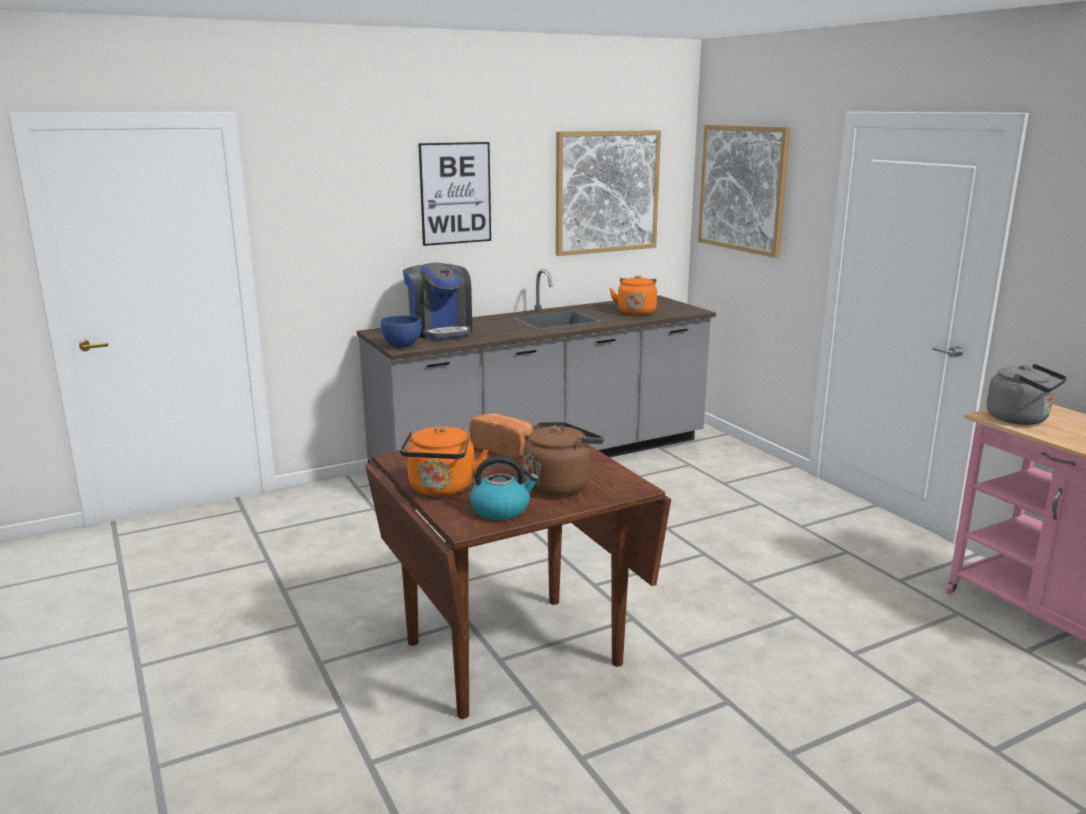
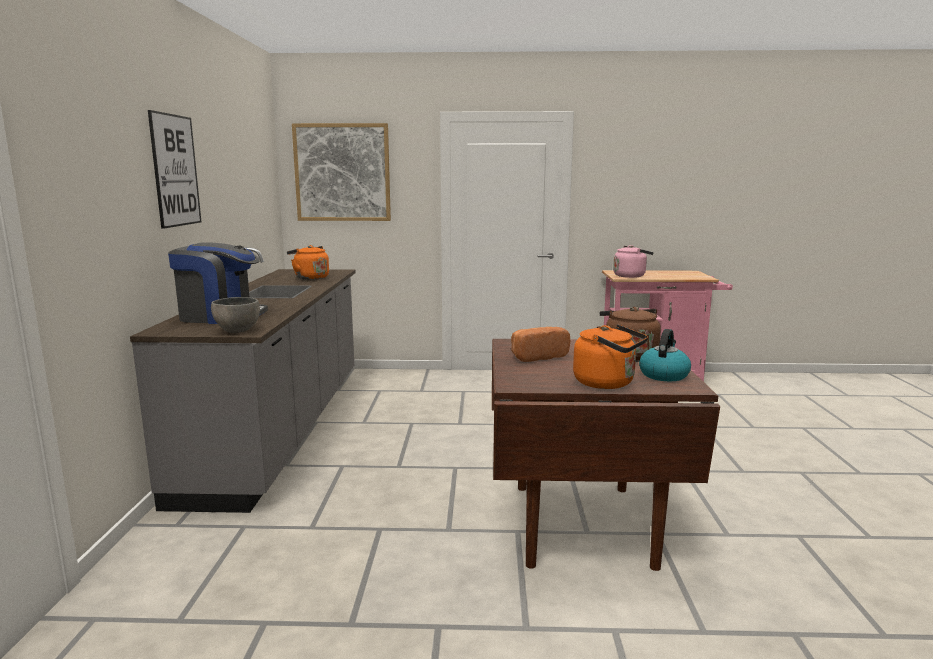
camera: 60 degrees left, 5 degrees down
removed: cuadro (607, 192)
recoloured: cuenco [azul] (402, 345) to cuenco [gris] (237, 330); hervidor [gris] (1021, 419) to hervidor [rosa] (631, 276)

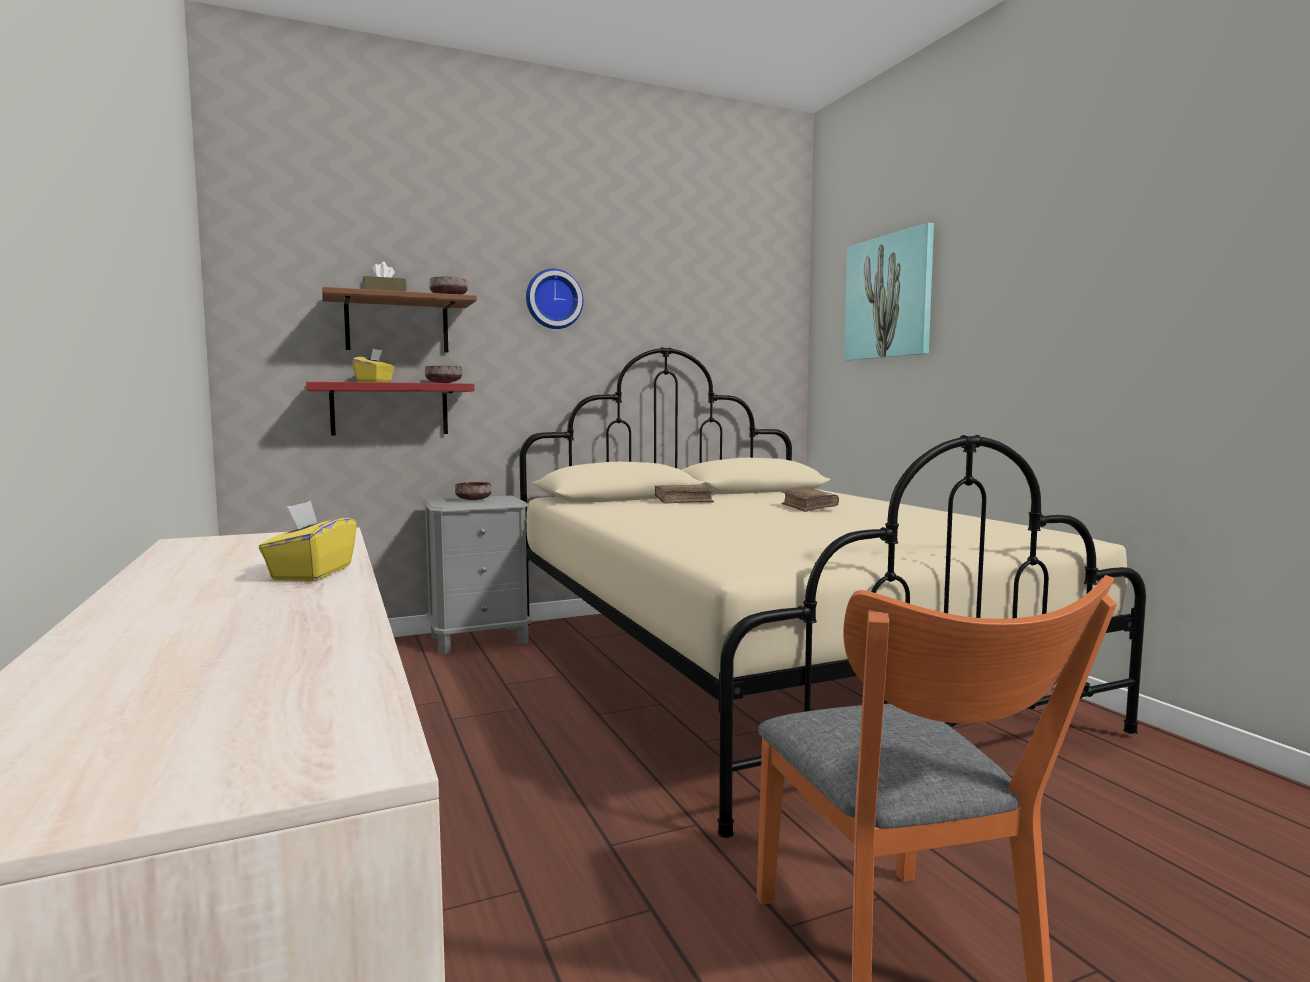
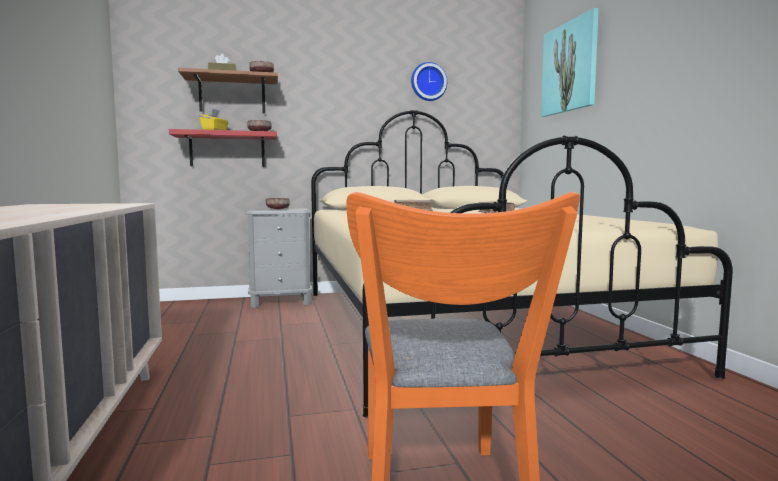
camera: 10 degrees right, 0 degrees up
removed: caja de pañuelos [amarillo] (311, 573)
moved: reloj de pared (553, 299) to (428, 82)

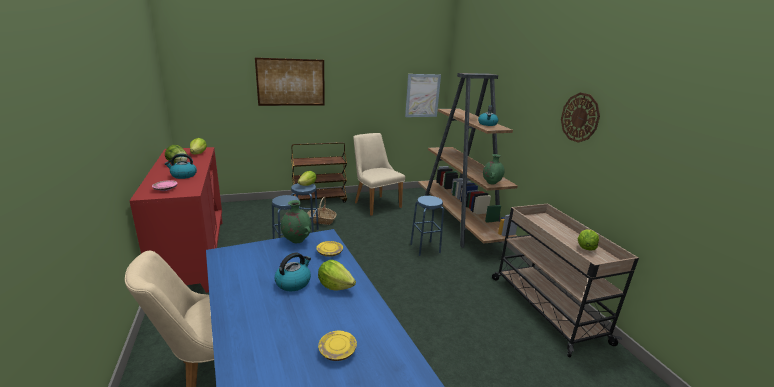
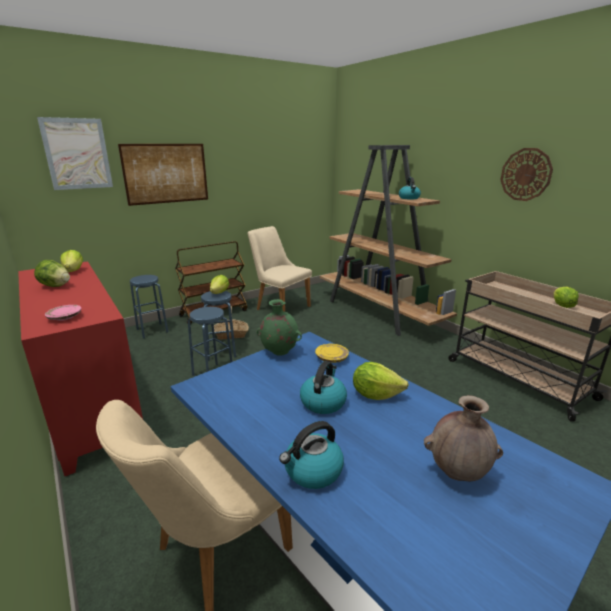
camera: 15 degrees left, 0 degrees up
removed: florero [verde] (491, 183)
moved: hervidor (183, 175) to (312, 471); cuadro (422, 95) to (77, 154); taburete [azul] (425, 248) to (152, 330)
replaced: plato [amarillo] (337, 351) to florero [marrón] (458, 473)

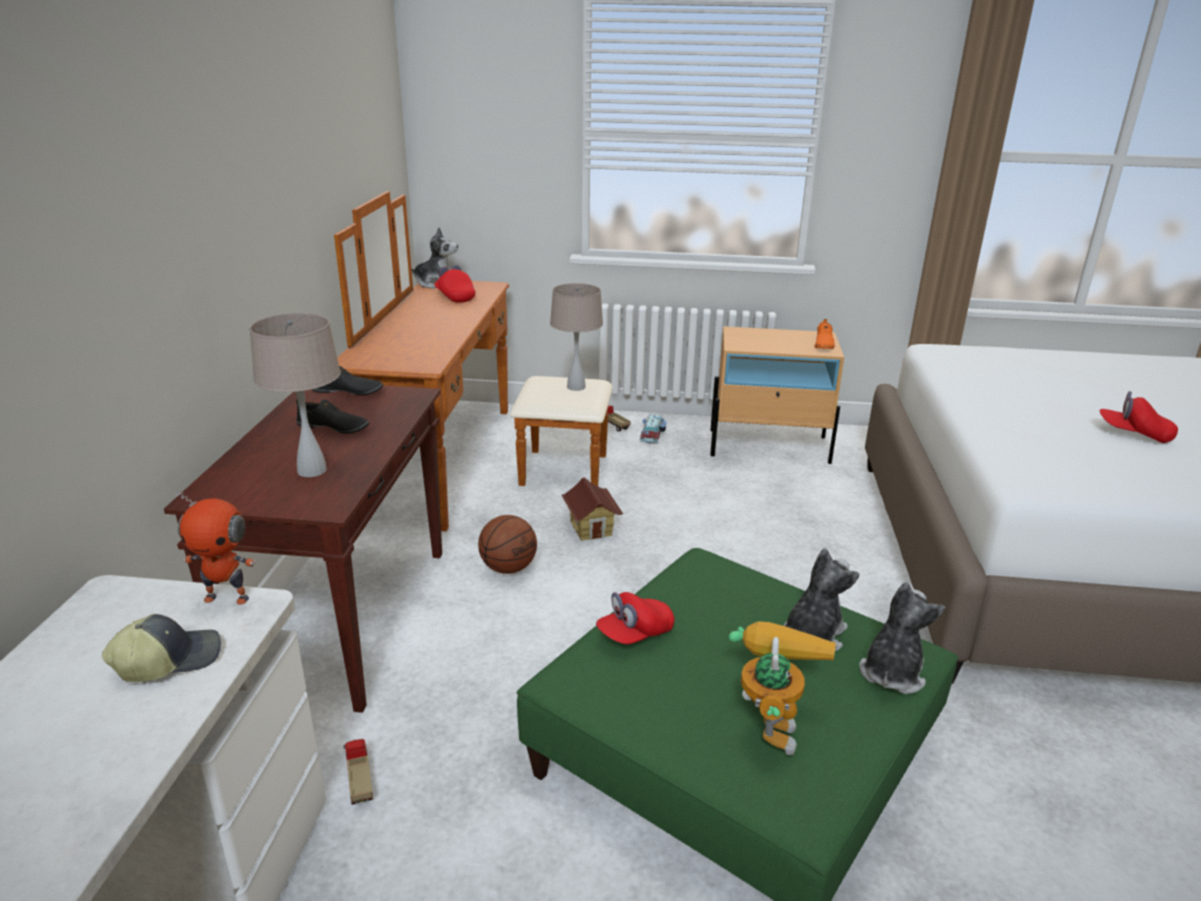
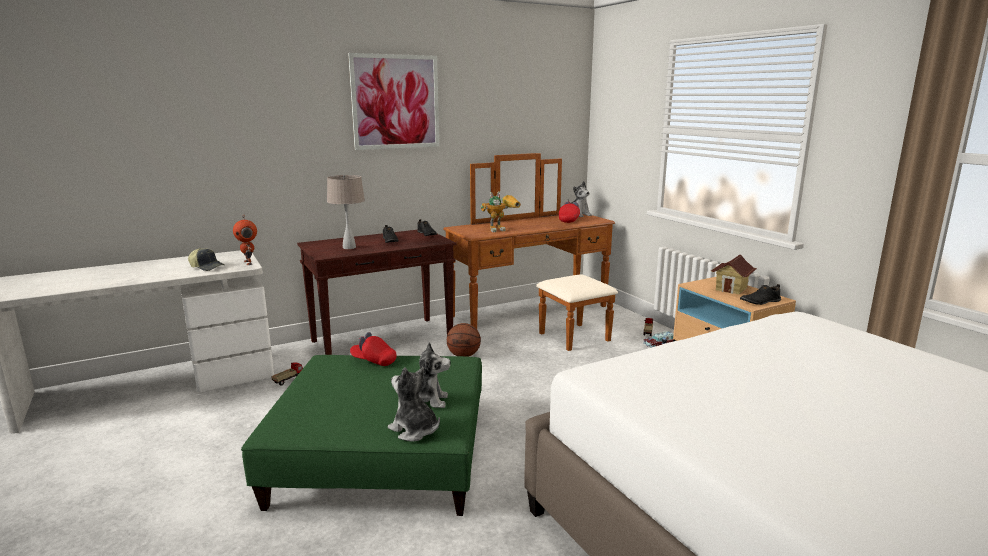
camera: 55 degrees right, 10 degrees down
removed: lámpara de mesa [beis] (576, 387); gorra [rojo] (1133, 434)
added: cuadro (395, 102)
moved: casita (591, 528) to (731, 289); robot de juguete (769, 722) to (501, 229)
recoloured: zapato [naranja] (823, 344) to zapato [negro] (760, 301)
turned: peluche (891, 673) = (414, 430) 135 degrees counterclockwise

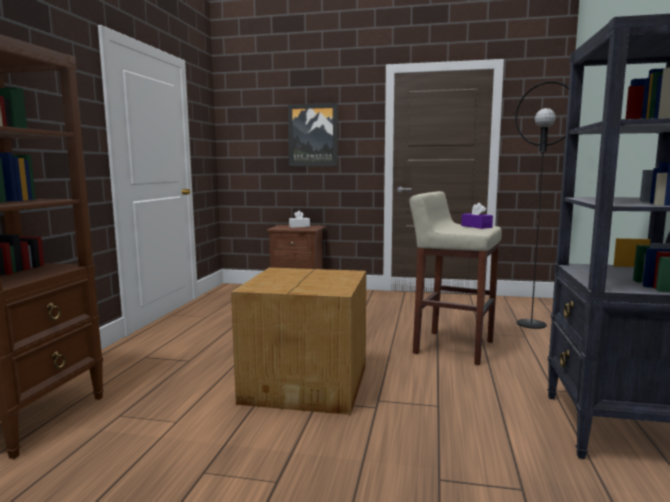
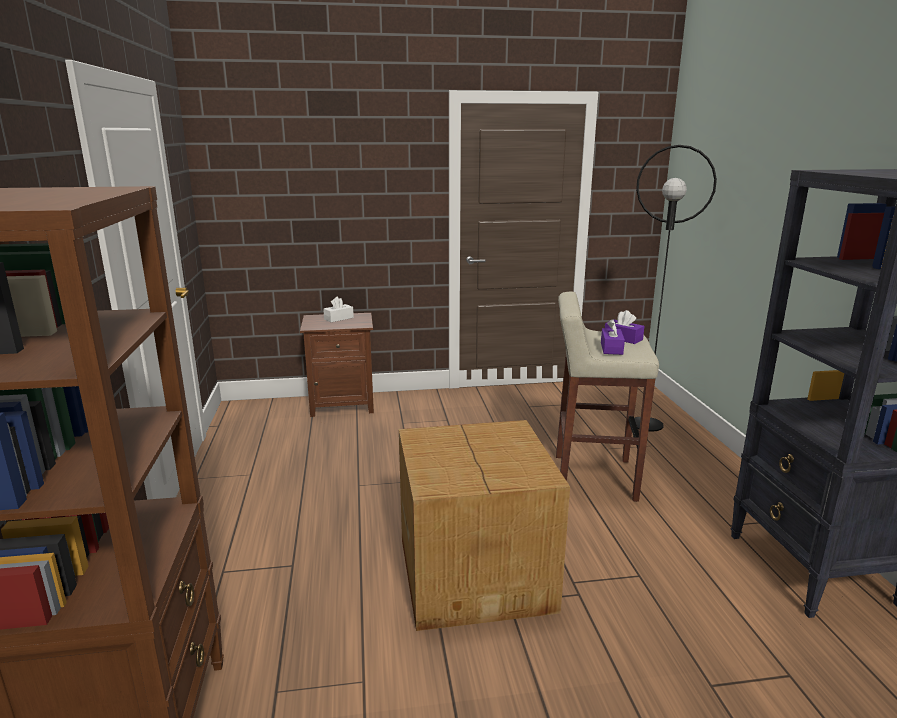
camera: 20 degrees left, 10 degrees up
removed: cuadro (313, 135)
added: caja de pañuelos [morado] (611, 348)

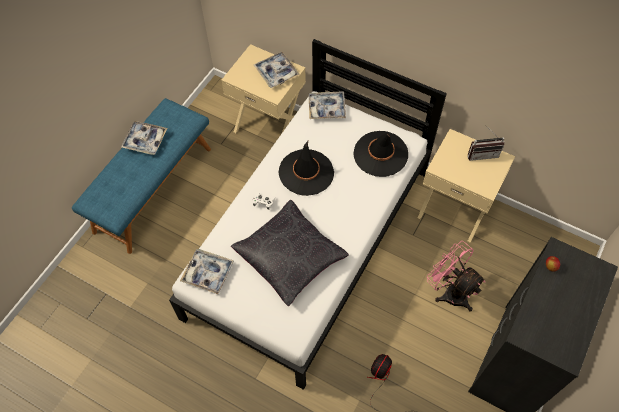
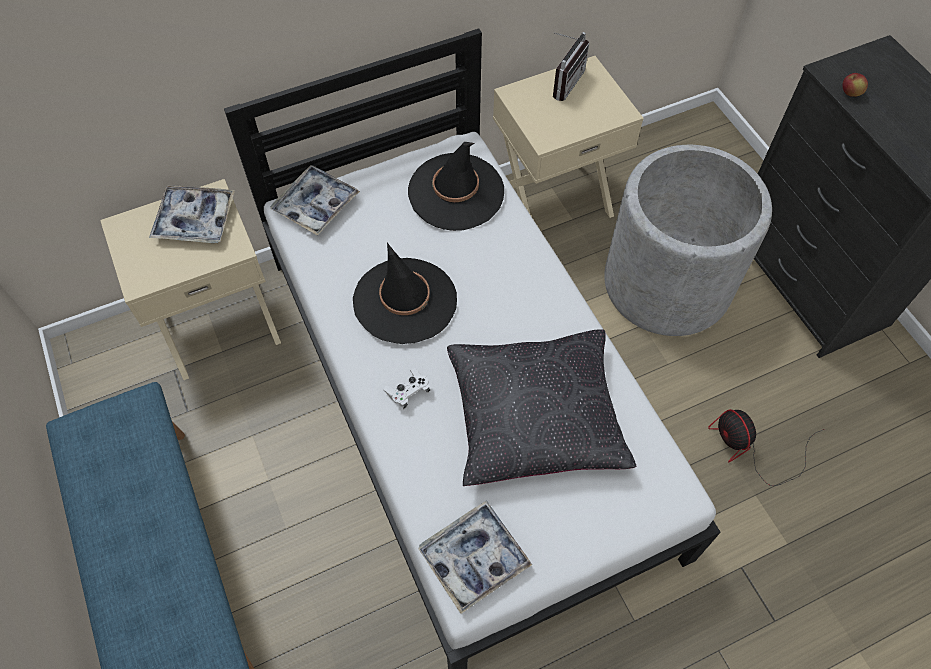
camera: 55 degrees left, 0 degrees up
removed: bandeja (145, 140)
replaced: ventilador [rosa] (450, 291) to maceta [gris] (667, 284)

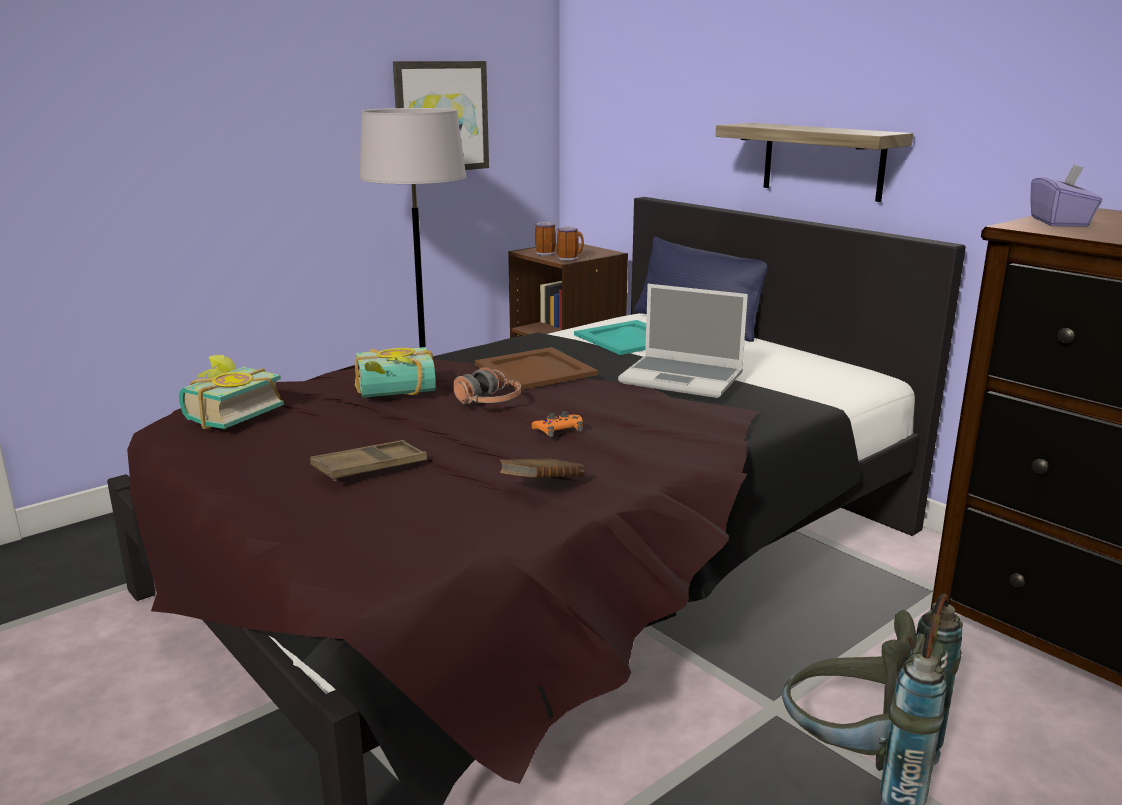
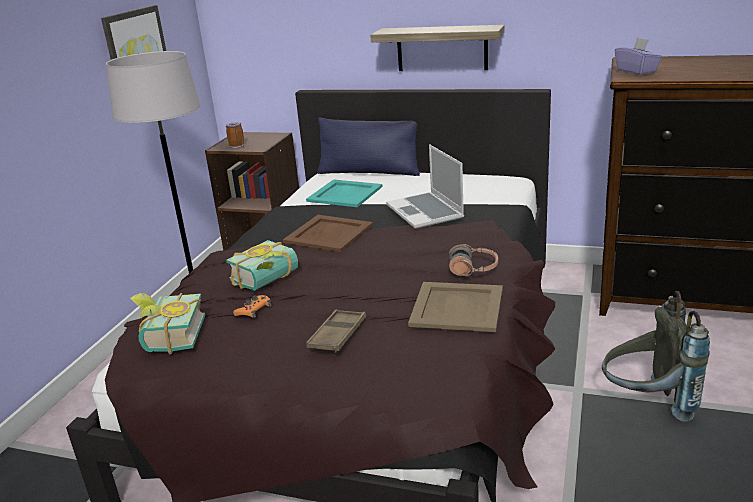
camera: 30 degrees left, 5 degrees up
removed: taza grande (569, 259)
moved: auriculares (488, 402) to (473, 269); mando de consola [naranja] (558, 430) to (254, 310)
replaced: libro [marrón] (542, 487) to bandeja [beis] (458, 307)
turned: portátil (683, 379) = (426, 212) 75 degrees clockwise

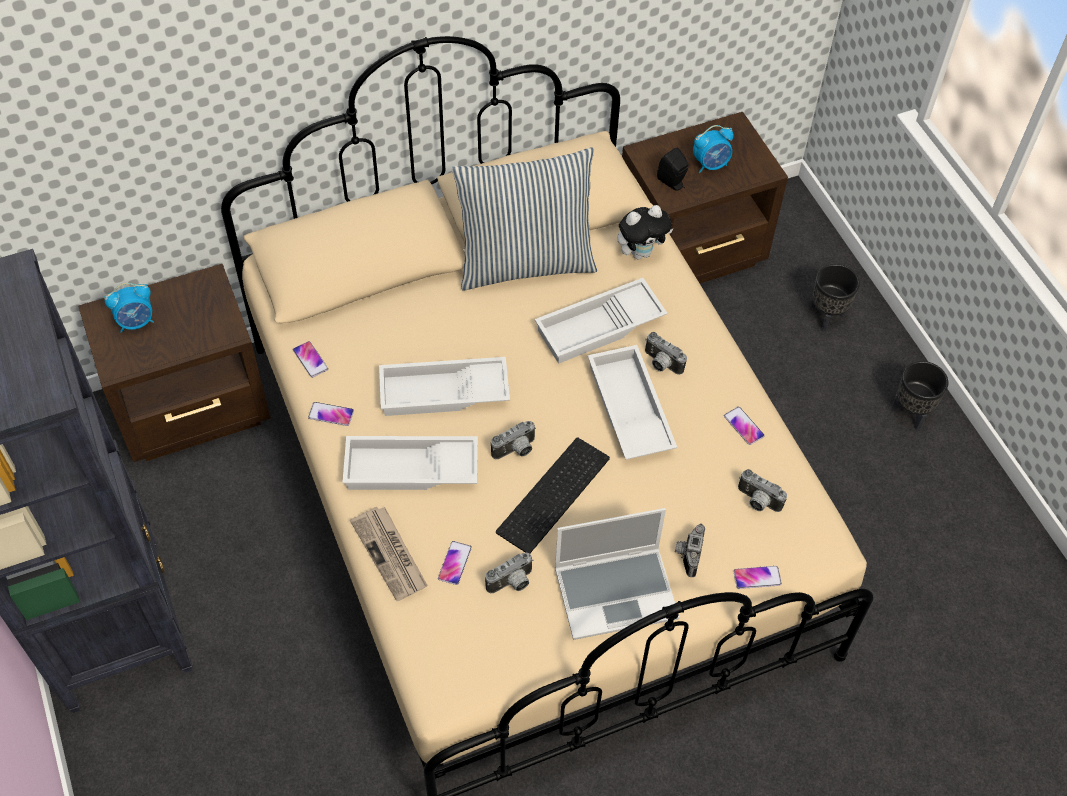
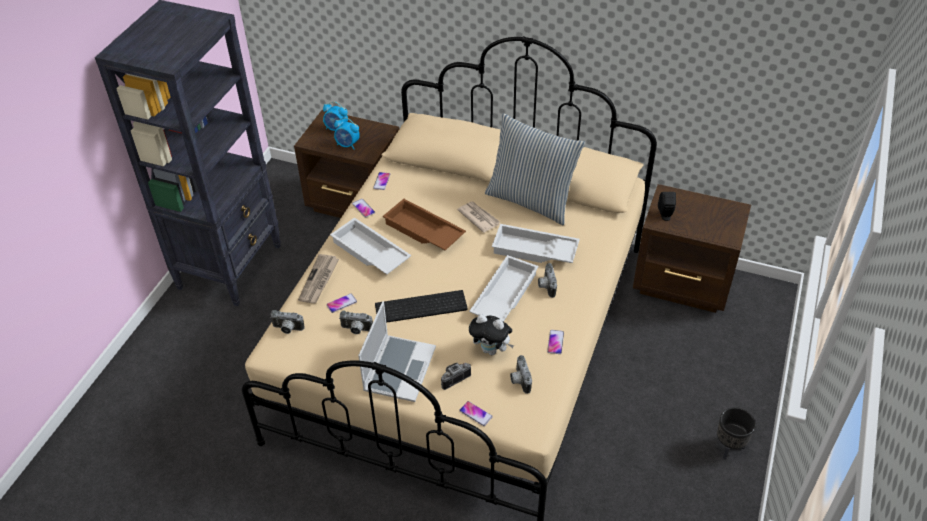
camera: 45 degrees right, 10 degrees down
removed: maceta [negro] (827, 316)
added: periódico (478, 217)
moved: cámara (516, 451) to (287, 329); peluche (641, 252) to (491, 350); despertador (711, 165) to (347, 145)
recoloured: bandeja [blanco] (443, 394) to bandeja [marrón] (422, 231)
turned: portátil (616, 592) = (399, 368) 105 degrees counterclockwise

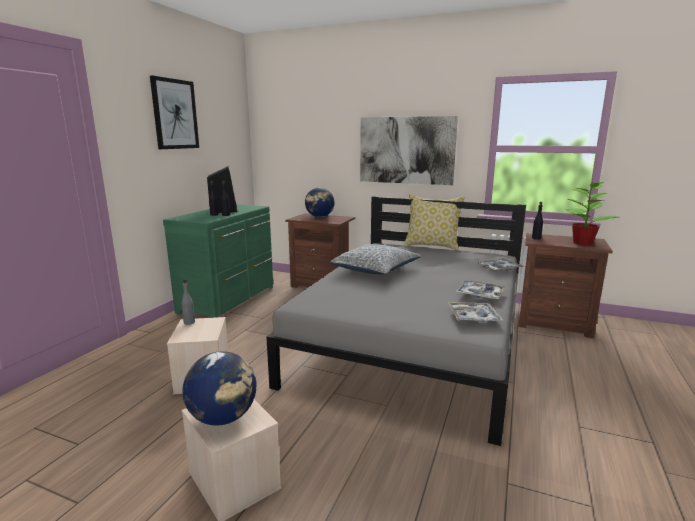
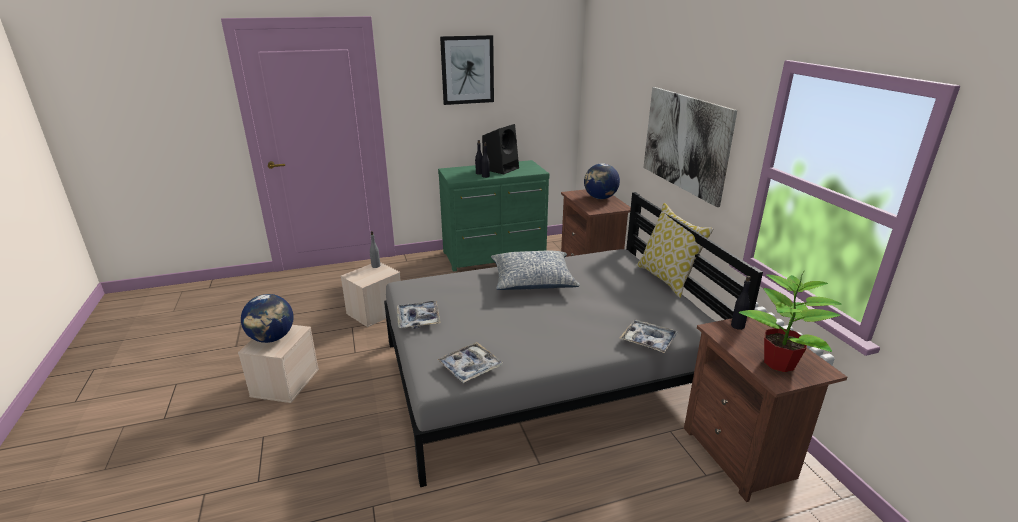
camera: 50 degrees right, 10 degrees up
moved: bandeja (480, 294) to (418, 319)

